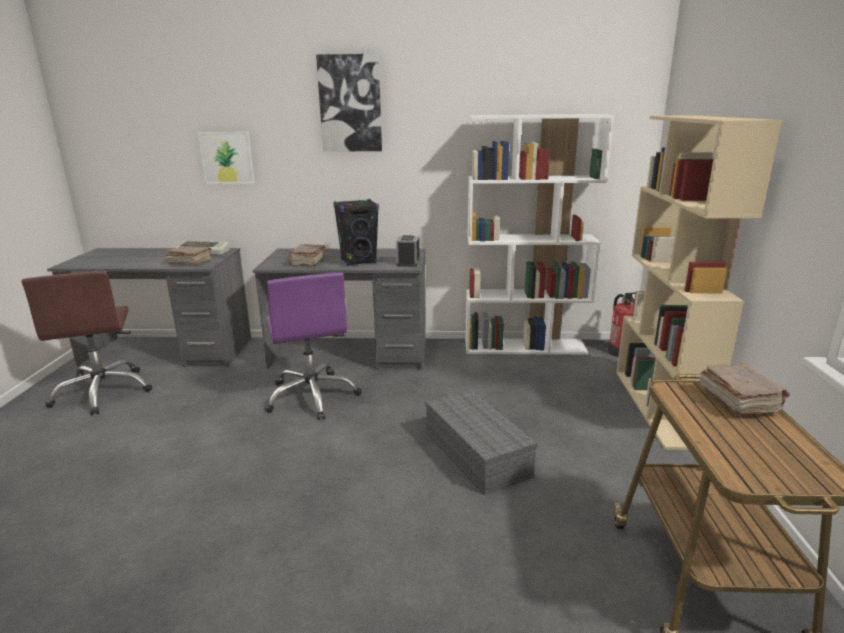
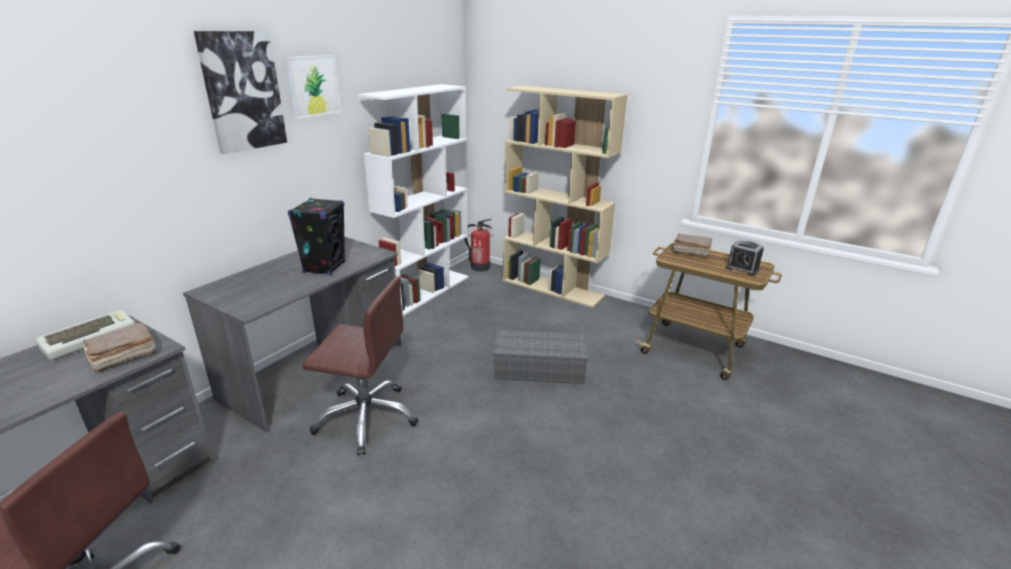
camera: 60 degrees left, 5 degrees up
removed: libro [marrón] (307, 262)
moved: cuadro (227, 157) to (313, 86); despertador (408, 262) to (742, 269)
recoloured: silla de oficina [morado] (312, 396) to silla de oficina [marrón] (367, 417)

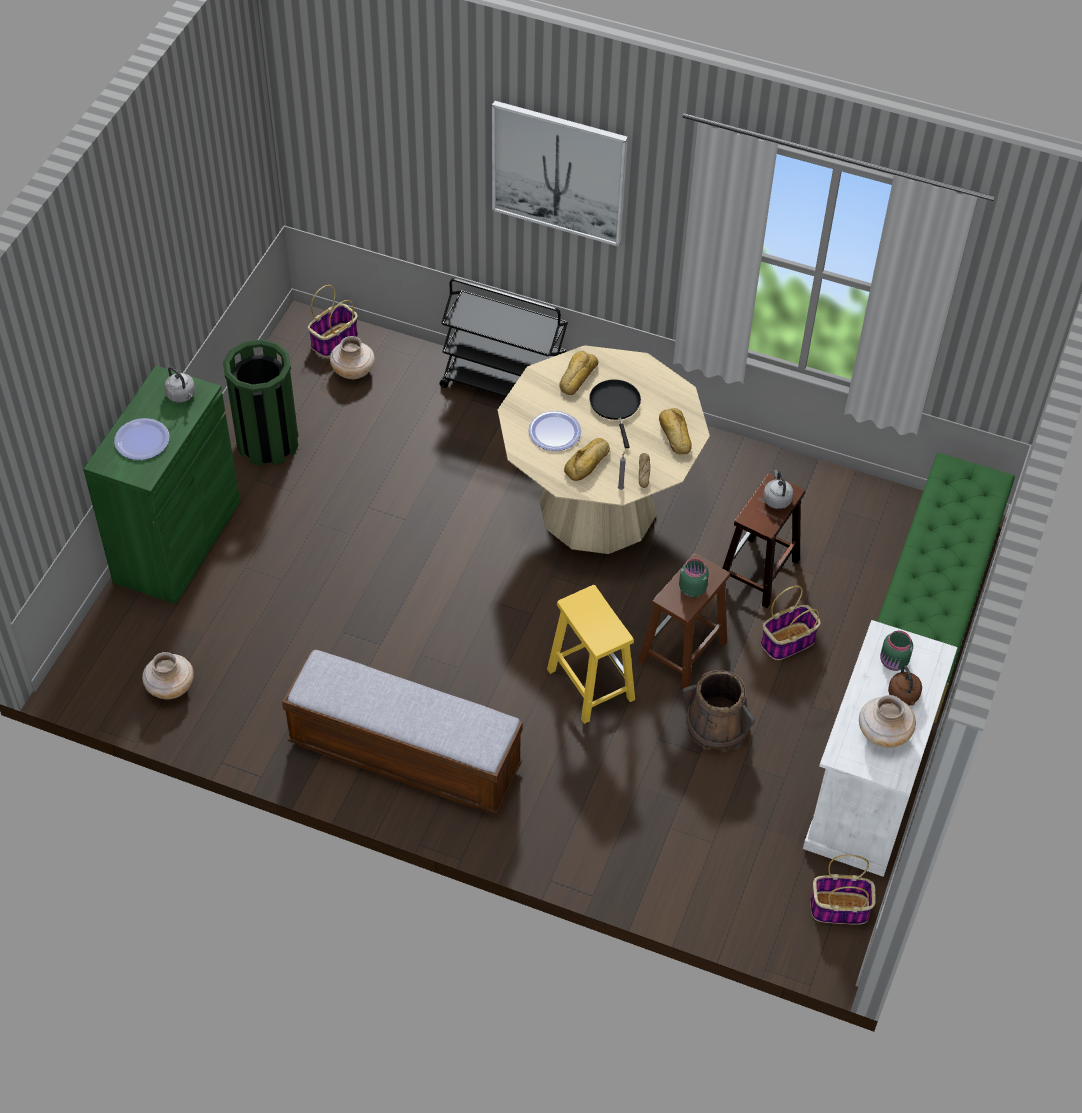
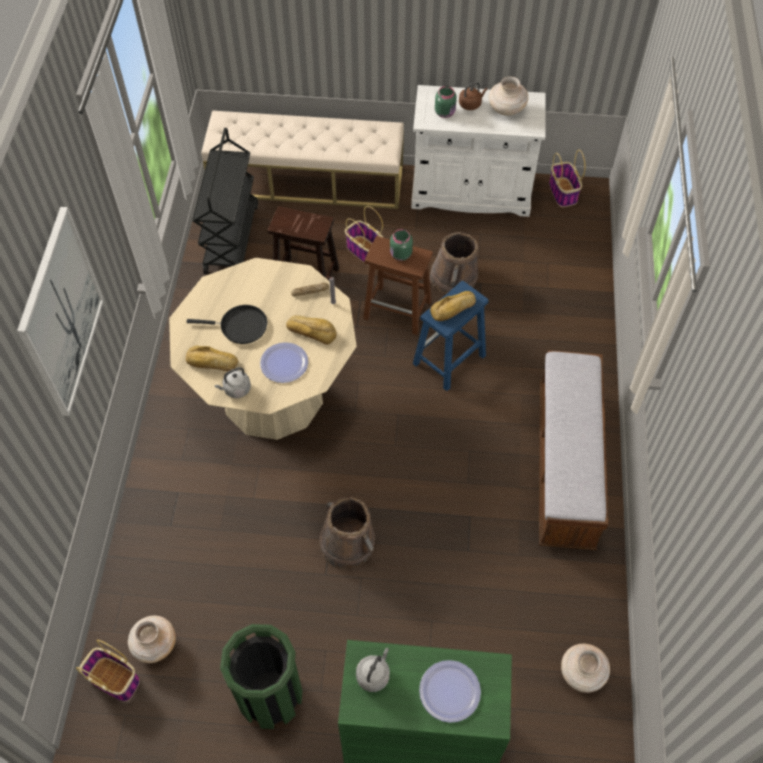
camera: 105 degrees left, 5 degrees up
added: cubo [marrón] (347, 543)
moved: carrito [negro] (504, 386) to (231, 238); pan (674, 434) to (453, 309); hervidor [gris] (776, 499) to (236, 389)
recoloured: taburete [amarillo] (589, 683) to taburete [azul] (448, 360); banco [verde] (929, 608) to banco [beis] (307, 180)
turned: sartén [negro] (615, 406) = (240, 326) 150 degrees counterclockwise

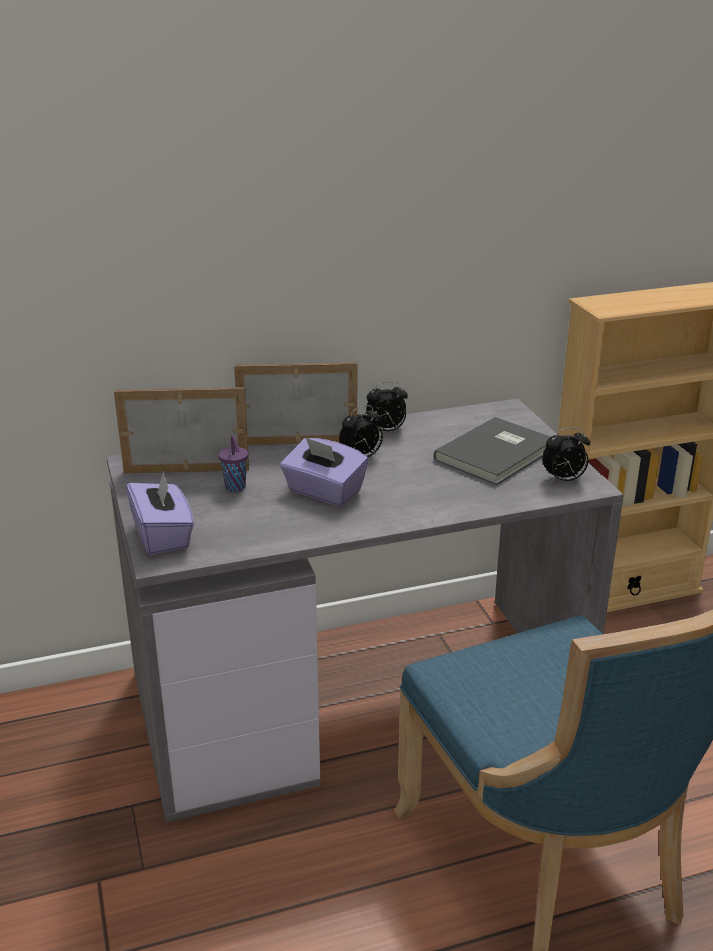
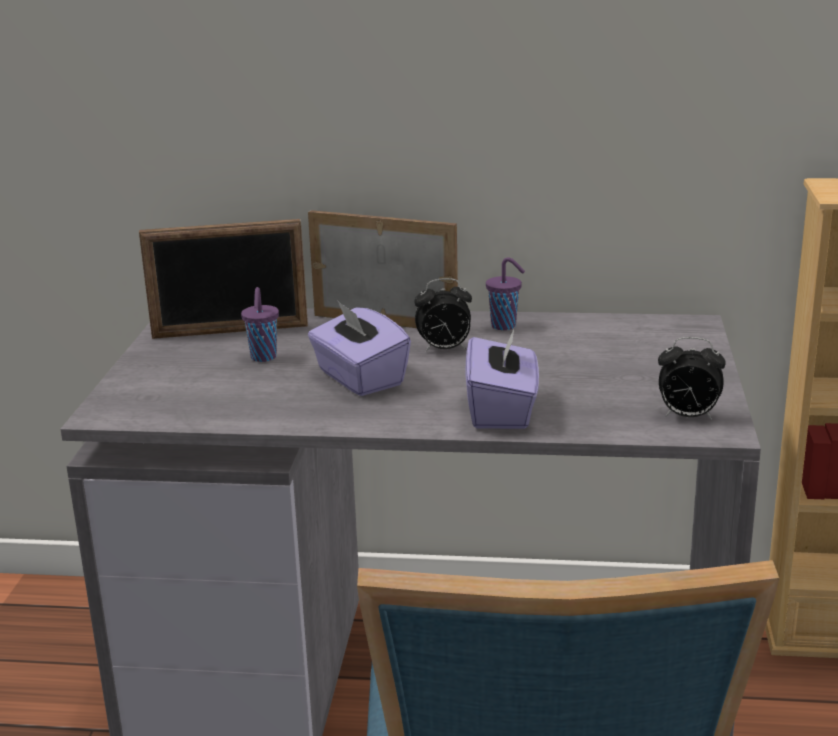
camera: 25 degrees right, 5 degrees down
removed: libro [gris] (498, 454)
moved: caja de pañuelos [morado] (163, 536) to (502, 411)
replaced: despertador (386, 431) to taza [morado] (505, 326)
turned: portarretratos (186, 470) = (230, 331) 150 degrees clockwise

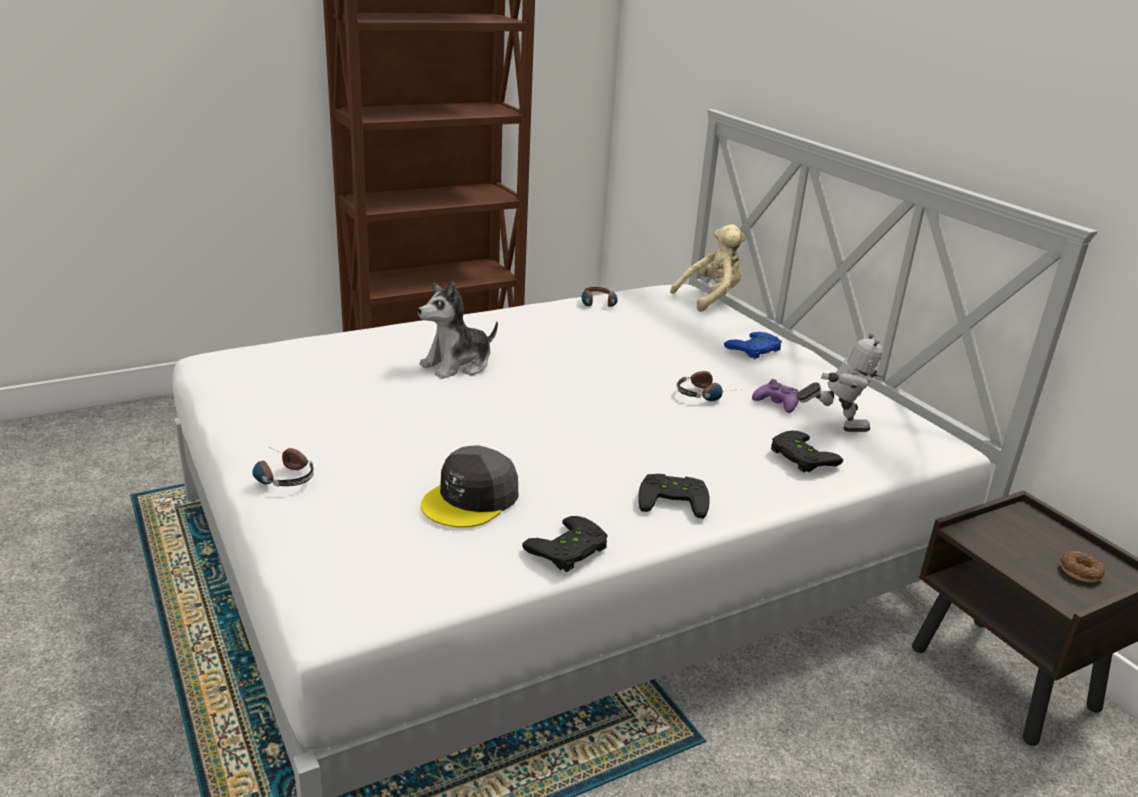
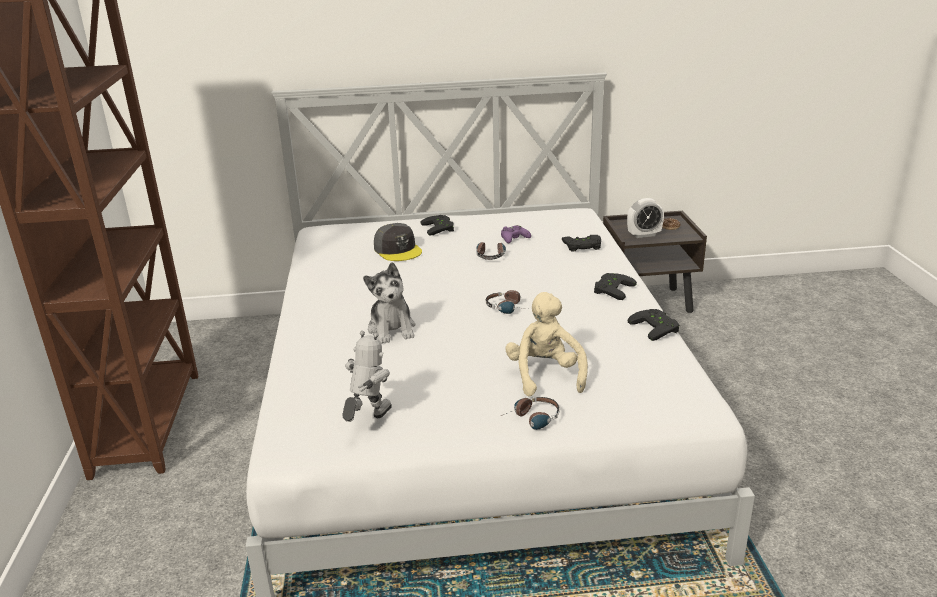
camera: 65 degrees left, 0 degrees up
added: despertador (644, 235)
moved: gorra [gris] (471, 499) to (398, 250); auriculares (598, 305) to (509, 307); peluche [beis] (710, 298) to (545, 375); robot de juguete (835, 426) to (368, 420)
recoloured: mando de consola [azul] (756, 350) to mando de consola [negro] (440, 228)

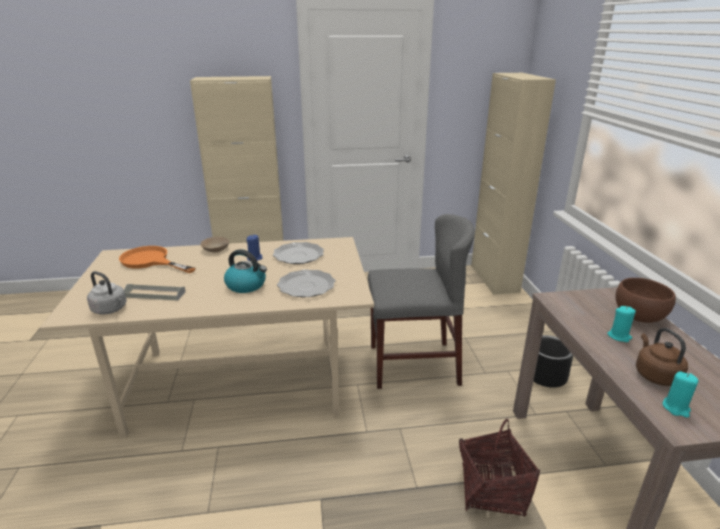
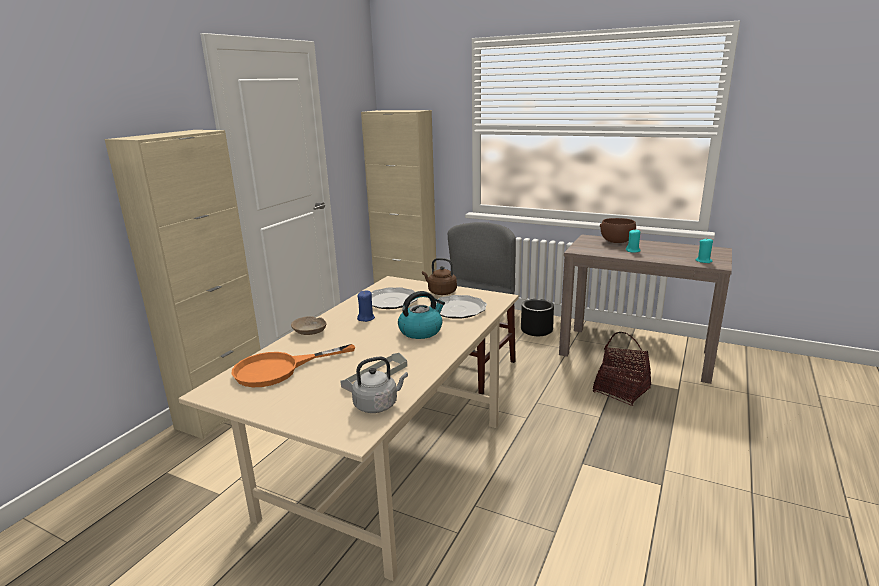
camera: 55 degrees left, 5 degrees down
moved: hervidor [marrón] (655, 374) to (440, 292)

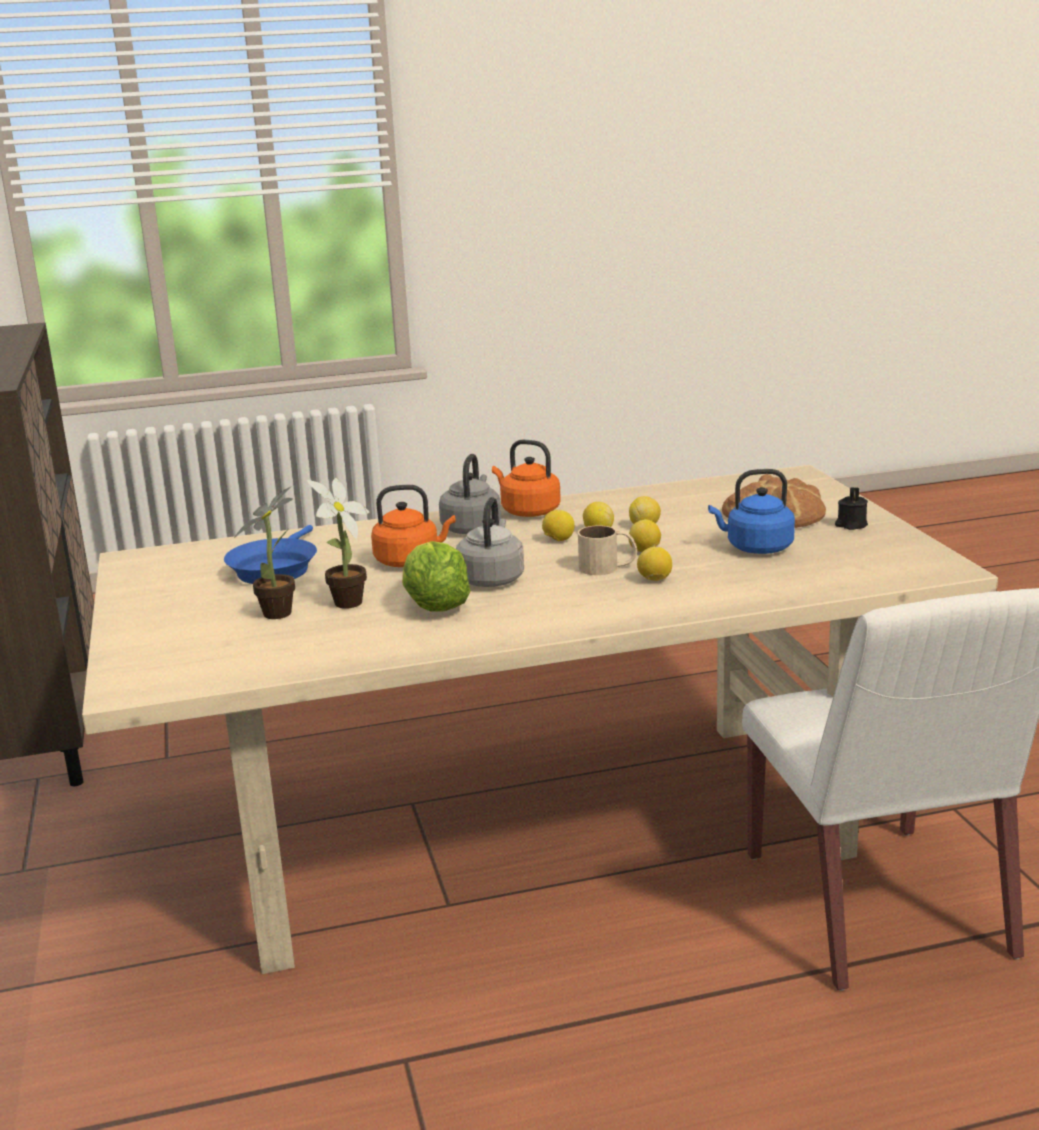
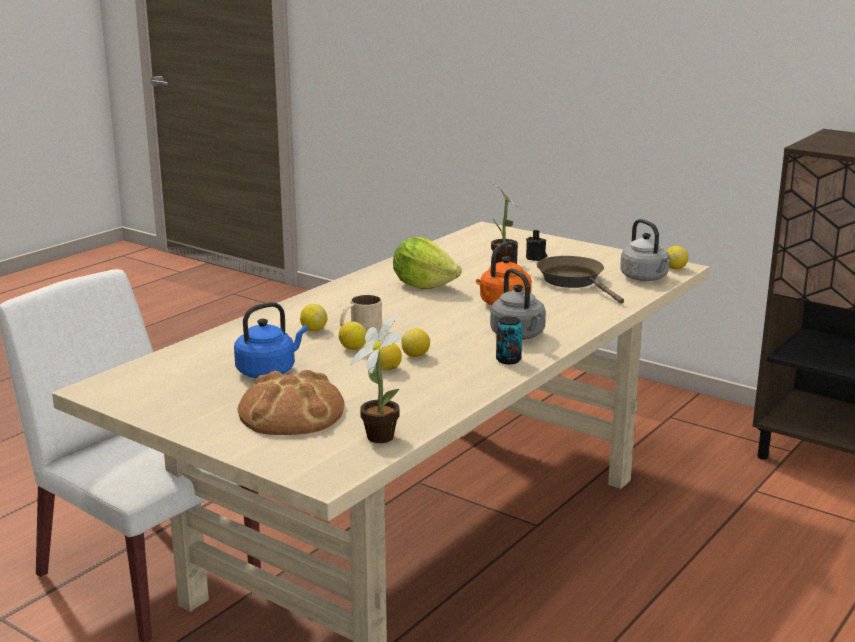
camera: 140 degrees right, 0 degrees up
moved: planta en maceta (344, 605) to (380, 435); hervidor [gris] (492, 579) to (645, 278); limón (558, 540) to (675, 268); vela [negro] (850, 525) to (536, 257)
replaced: hervidor [naranja] (528, 511) to lata (508, 360)
recoloured: sartén [azul] (275, 568) to sartén [marrón] (574, 281)

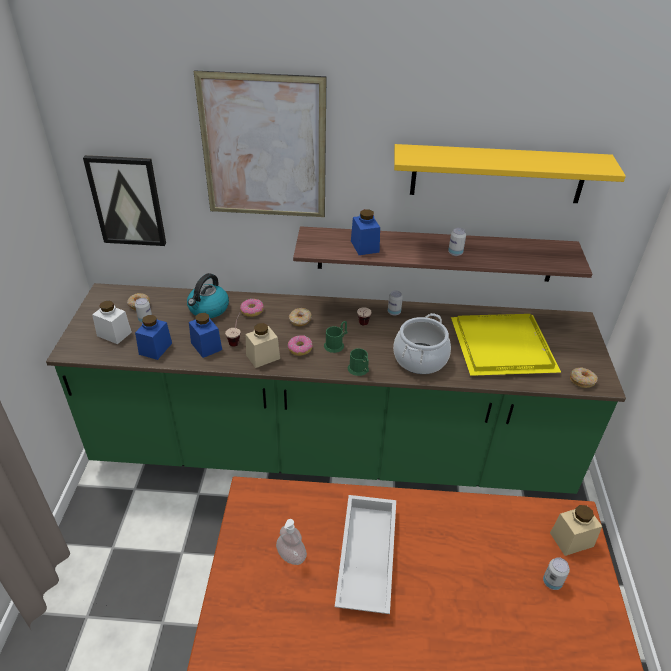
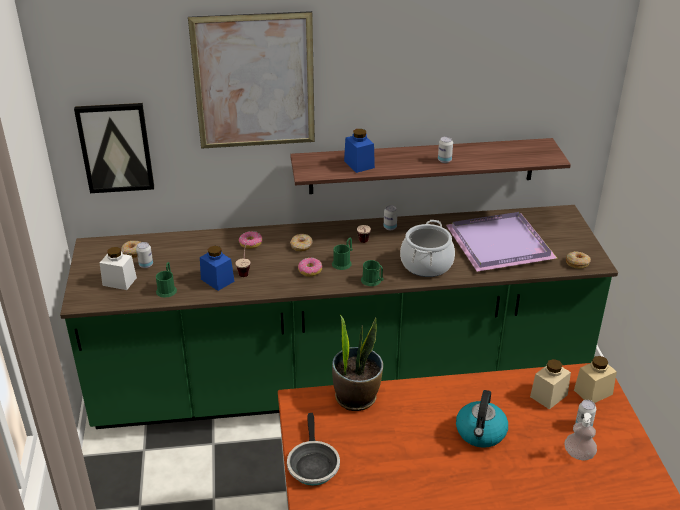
camera: 10 degrees left, 5 degrees down
removed: bandeja [blanco] (364, 557); estante [amarillo] (497, 174)
added: sartén (312, 464); planta en maceta (356, 397)
moved: hervidor (208, 309) to (481, 433); tarro [beis] (263, 357) to (548, 396); dispensador de jabón (291, 556) to (578, 454)
replaced: tarro [azul] (155, 348) to taza grande [verde] (167, 289)
recoloured: bandeja [amarillo] (504, 347) to bandeja [morado] (501, 245)

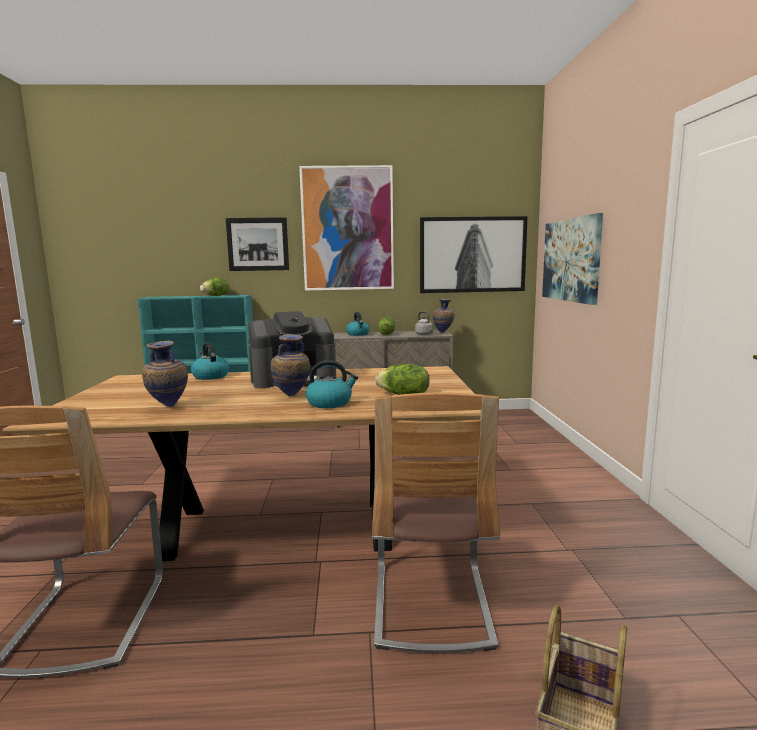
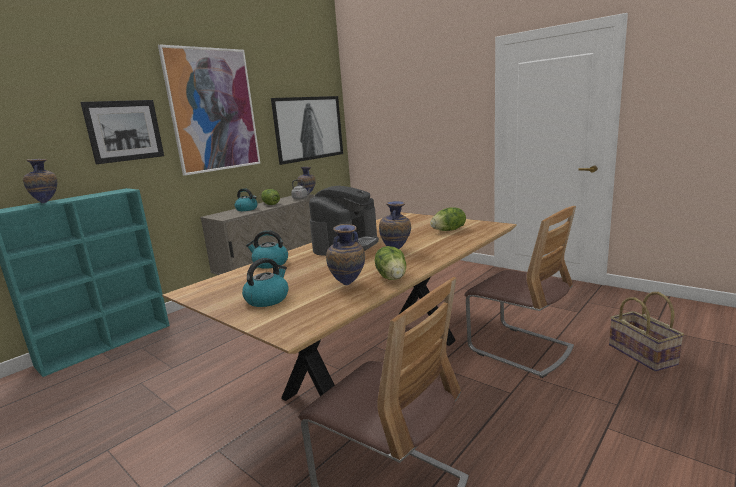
camera: 45 degrees left, 5 degrees up
removed: cuadro (571, 260)
added: florero (47, 203)
moved: lechuga (216, 296) to (392, 277); hervidor (330, 403) to (267, 299)

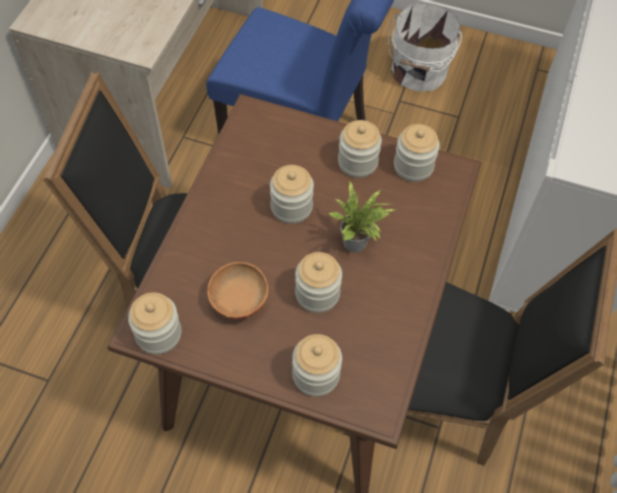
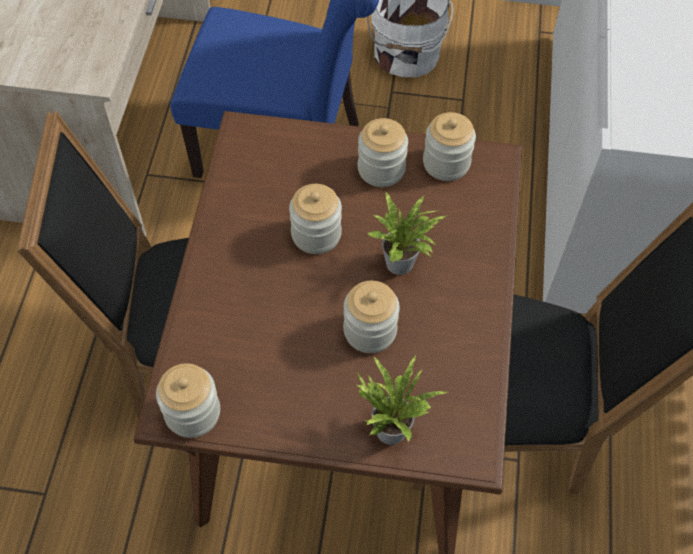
camera: 10 degrees left, 0 degrees up
removed: cuenco [marrón] (238, 301)
replaced: tarro (316, 375) to planta en maceta (390, 426)

